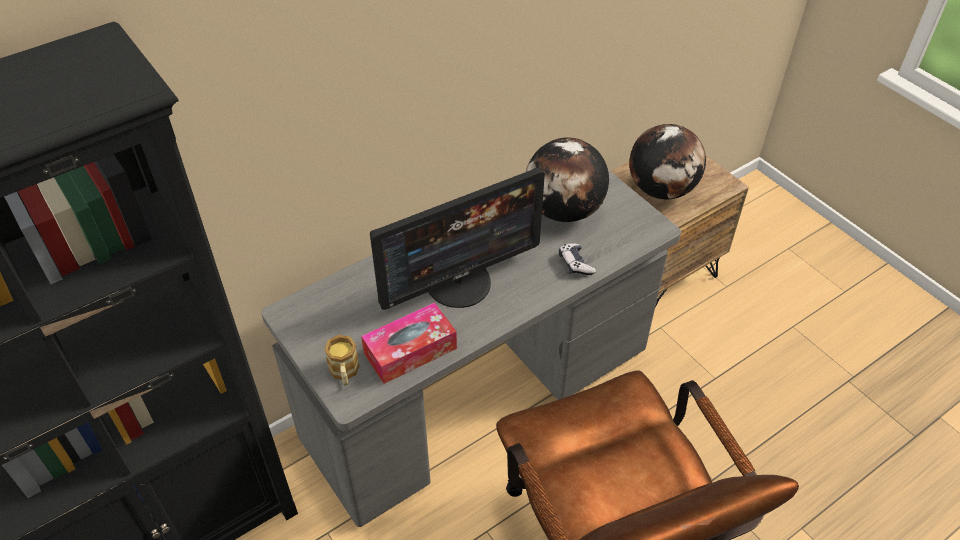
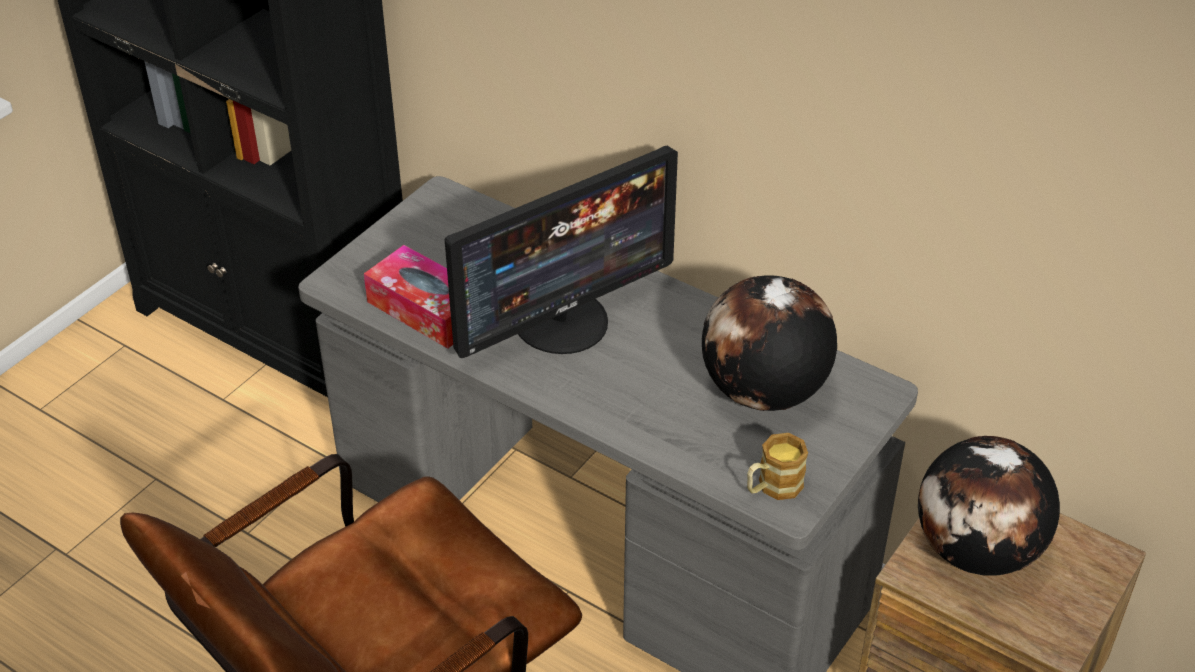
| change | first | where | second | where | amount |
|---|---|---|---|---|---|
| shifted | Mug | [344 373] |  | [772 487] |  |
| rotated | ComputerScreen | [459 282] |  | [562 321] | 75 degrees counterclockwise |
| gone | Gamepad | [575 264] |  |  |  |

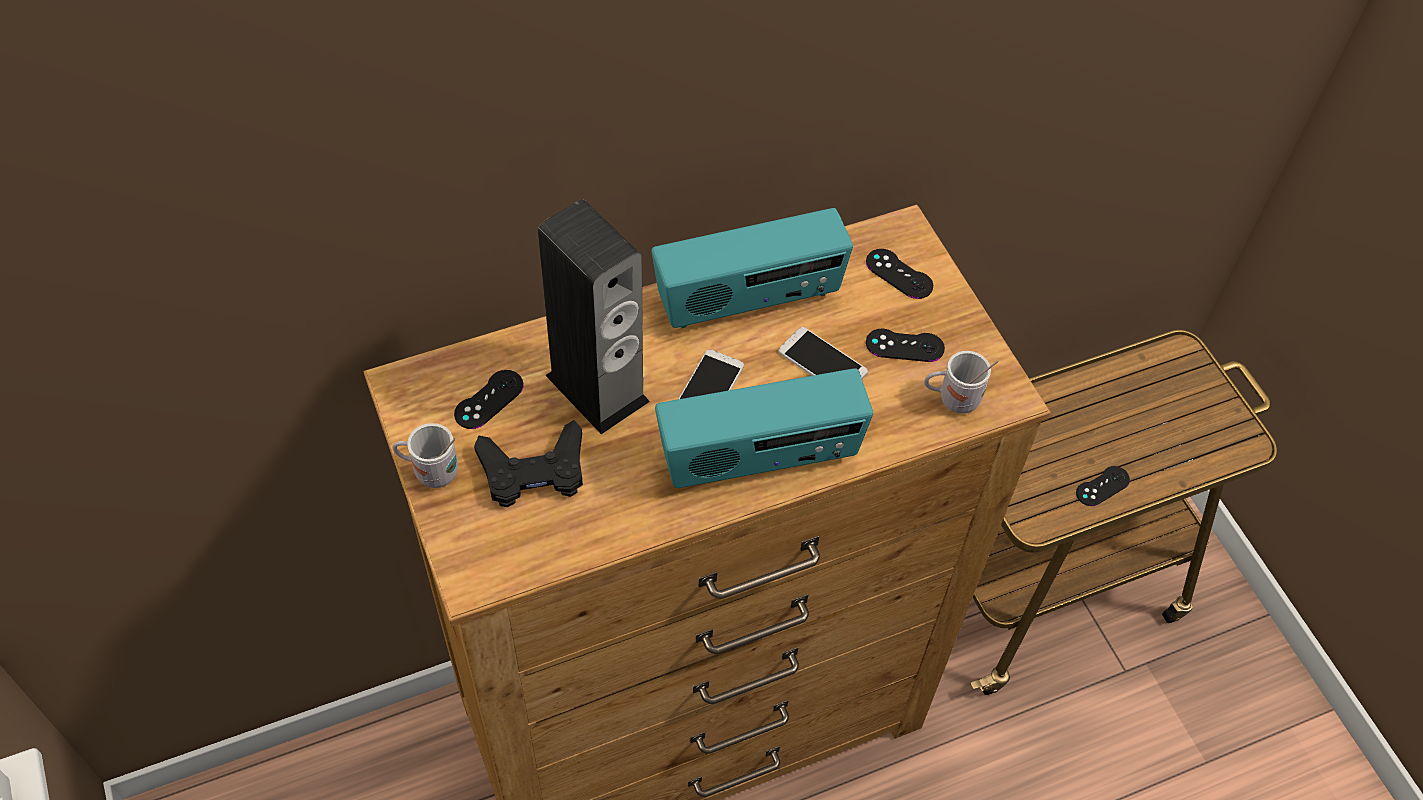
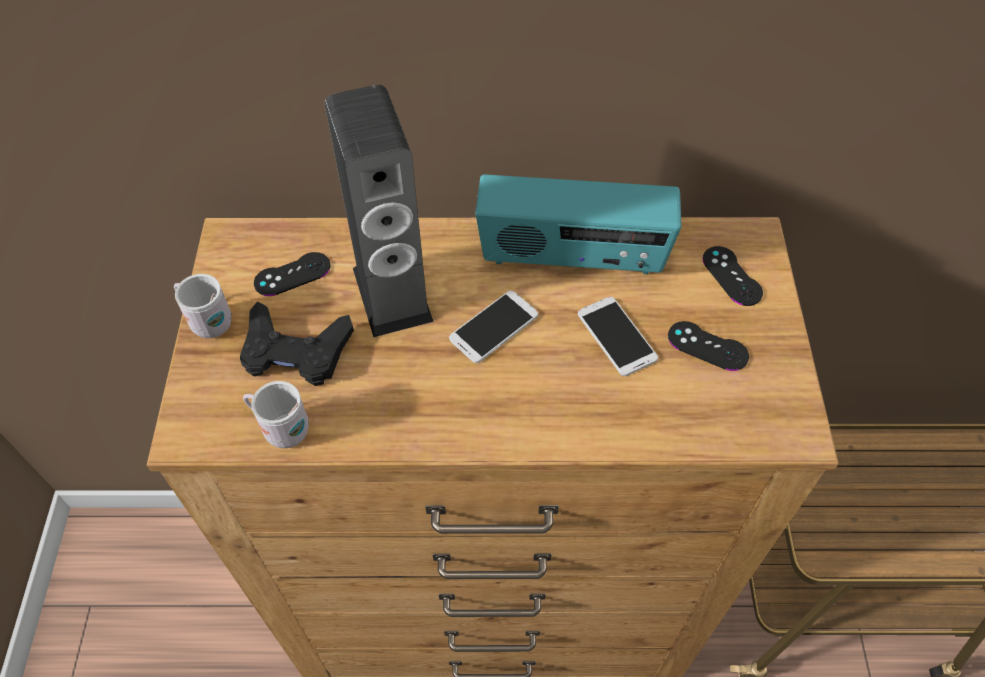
| change | first | where | second | where | amount |
|---|---|---|---|---|---|
| gone | RadioSet | [759 459] |  |  |  |
| shifted | WhitishMug | [952 399] |  | [281 428] |  |
| gone | BlackishGamepad | [1102 486] |  |  |  |

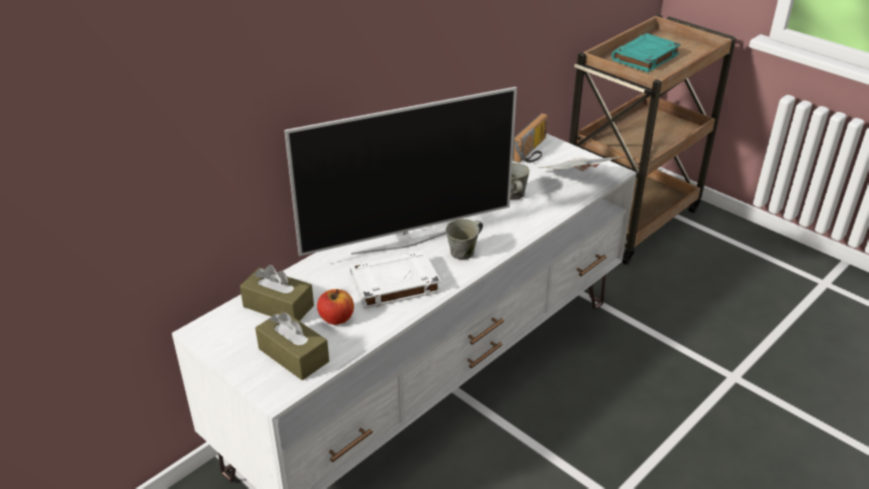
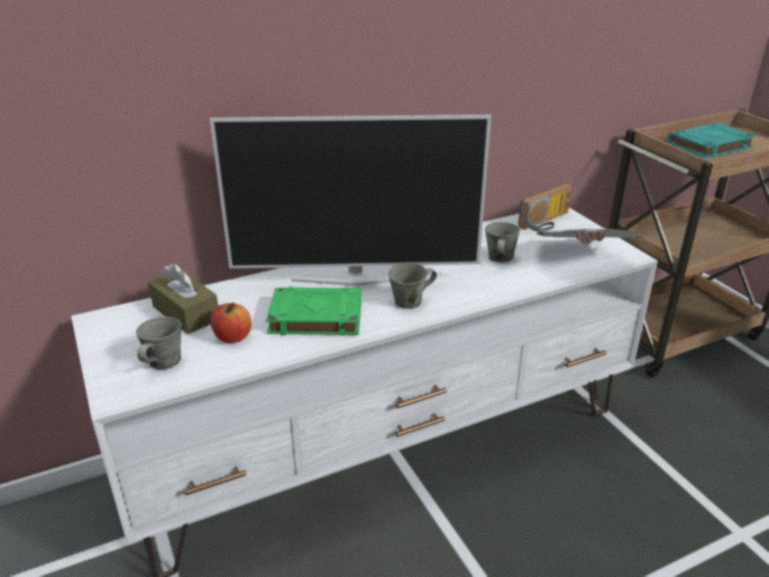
| change | first | where | second | where | amount |
|---|---|---|---|---|---|
| swapped | BrownColouredTissueHolder | [293 355] | GreyishMug | [163 362] |  |
| repainted | WhitishBoundBook | [394 284] | GreenishBoundBook | [314 317] |  |

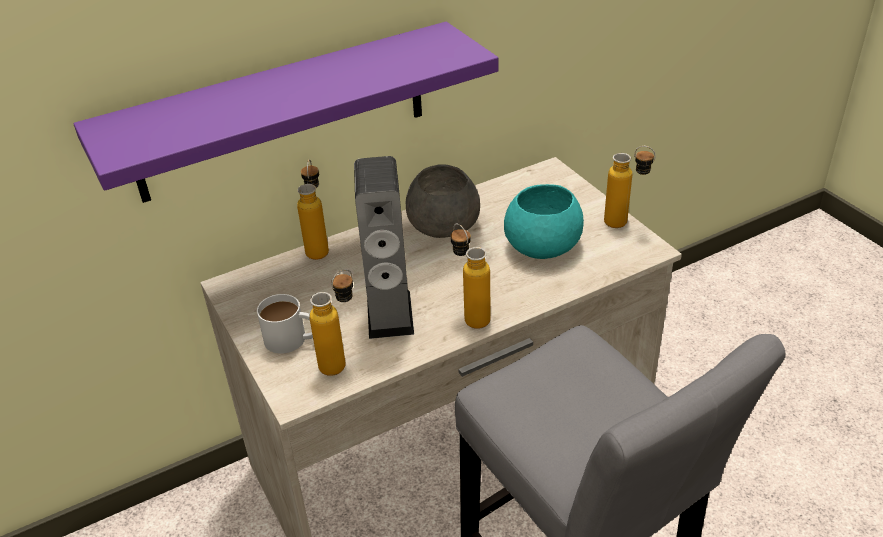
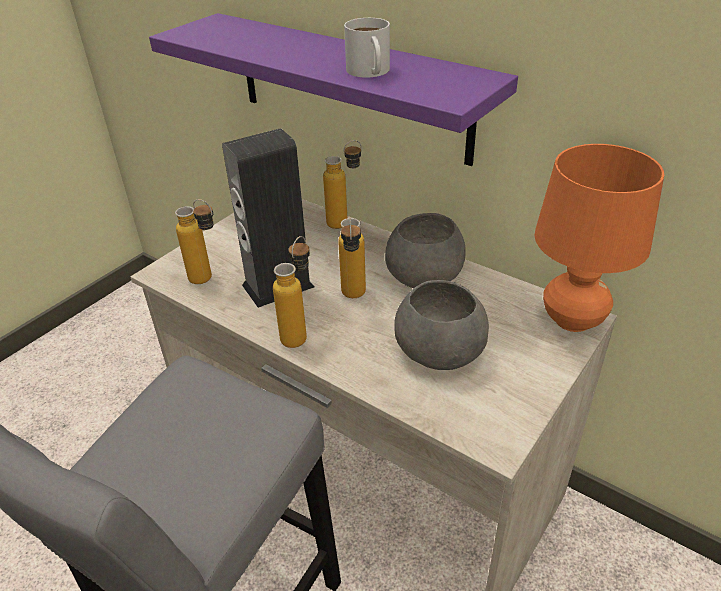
| change | first | where | second | where | amount |
|---|---|---|---|---|---|
| shifted | WhitishMug | [293 339] |  | [370 72] |  |
| repainted | BlueGreenDeepDish | [544 245] | GreyishDeepDish | [441 351] |  |
| shifted | BeverageBottle | [625 224] |  | [353 298] |  |
| new |  |  | OrangeTableLamp | [572 320] |  |

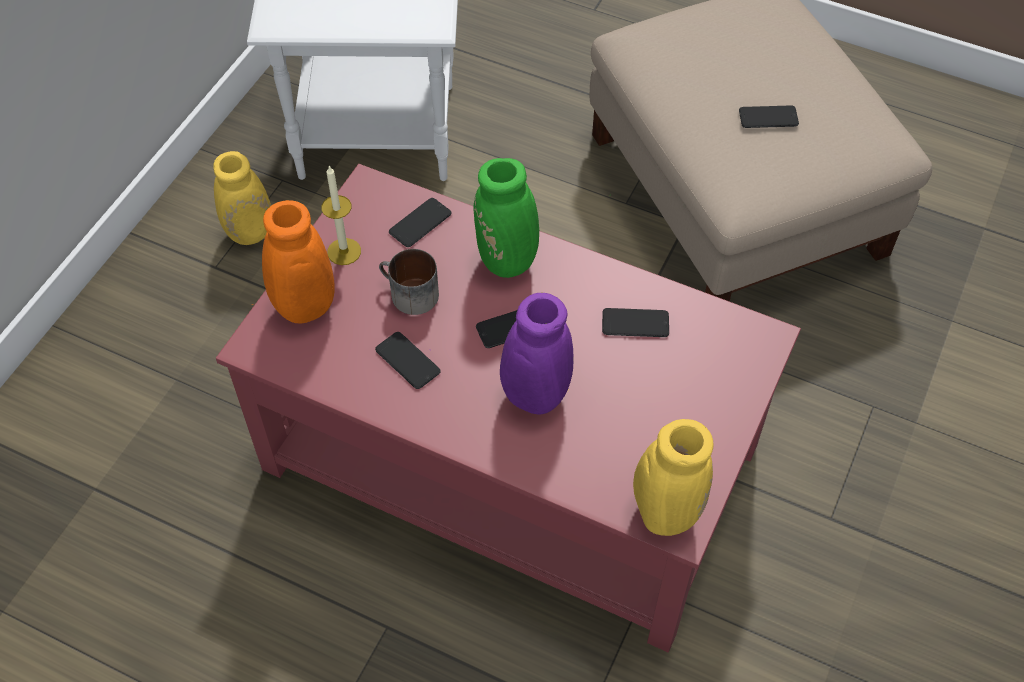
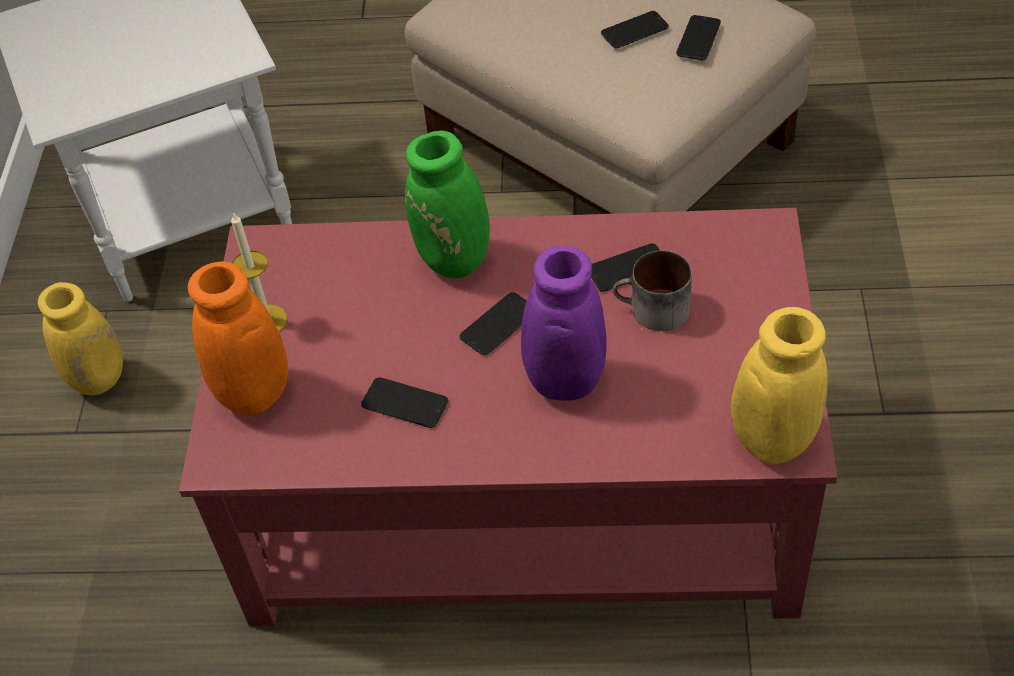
| change | first | where | second | where | amount |
|---|---|---|---|---|---|
| shifted | Mug | [408 295] |  | [652 311] |  |
| shifted | Phone | [420 223] |  | [698 39] |  |

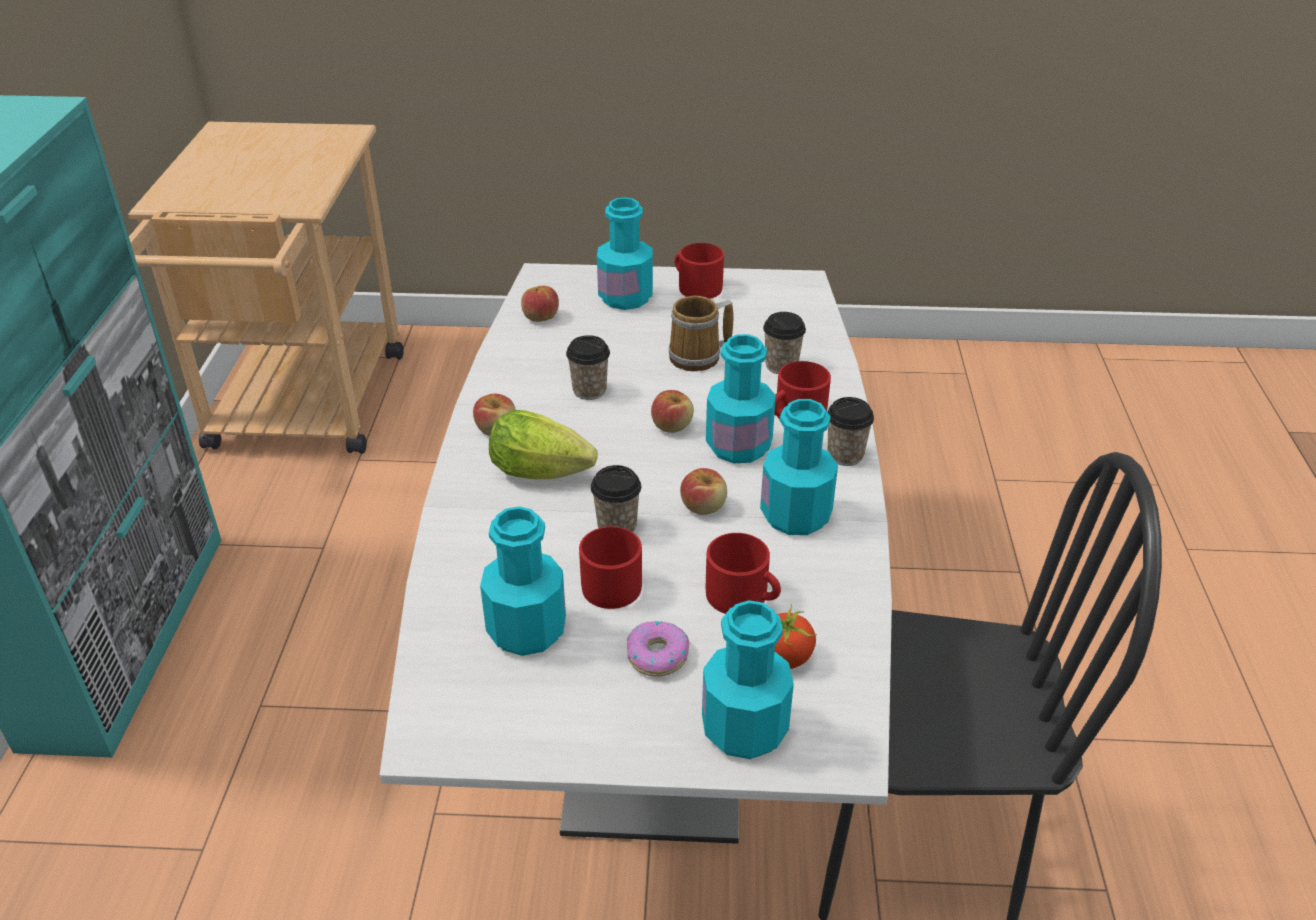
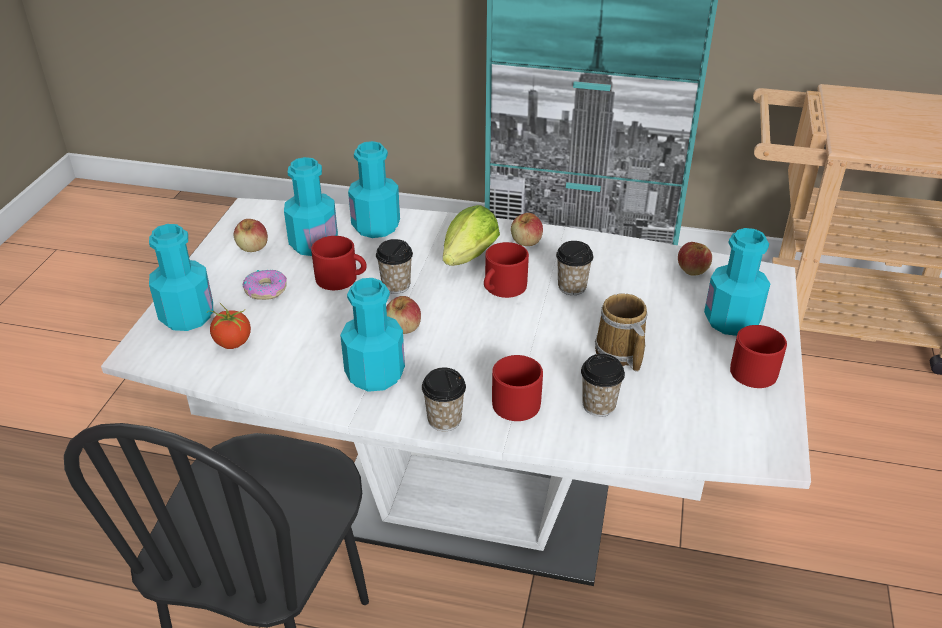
| change | first | where | second | where | amount |
|---|---|---|---|---|---|
| shifted | AppleFruit | [672 425] |  | [253 247] |  |
| shifted | BlueGreenBeverageBottle | [738 446] |  | [376 226] |  |
| shifted | RedMug | [743 597] |  | [502 287] |  |

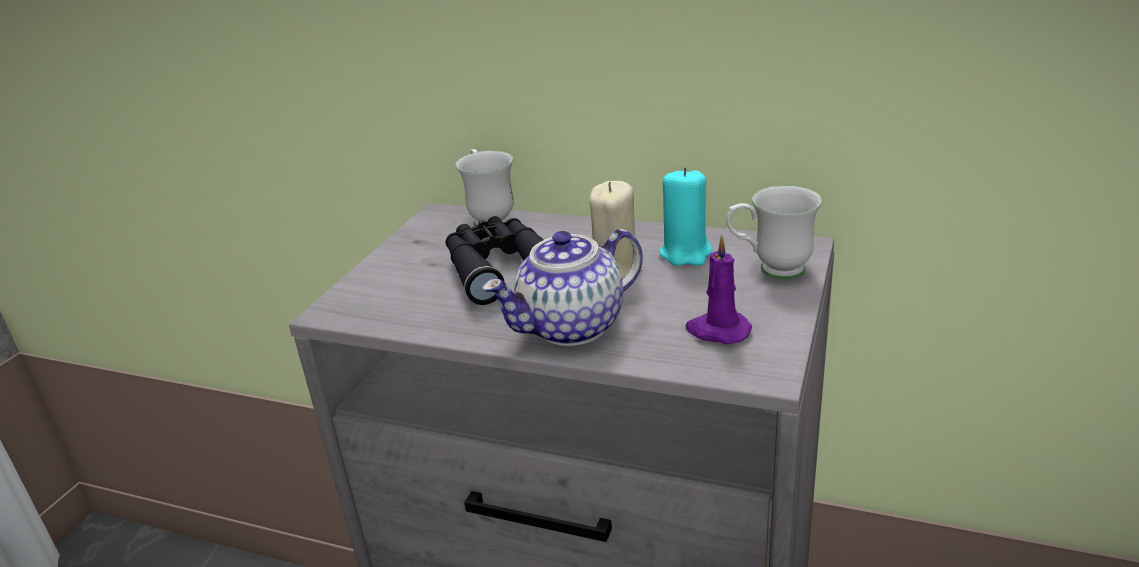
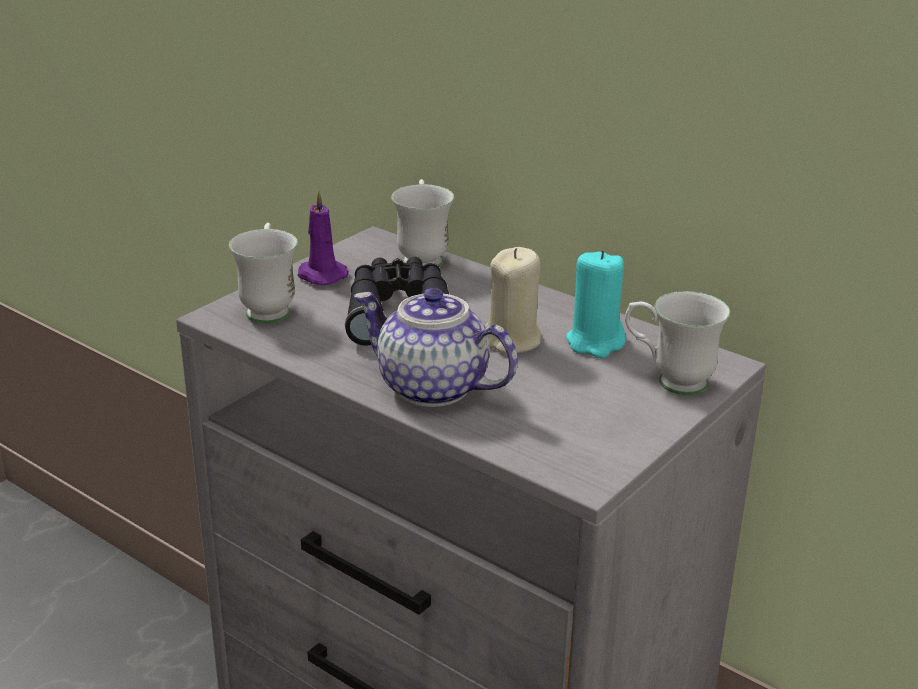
| change | first | where | second | where | amount |
|---|---|---|---|---|---|
| rotated | PotForTea | [571 327] |  | [431 387] | 45 degrees clockwise |
| shifted | PurpleColouredWaxLight | [717 331] |  | [320 275] |  |
| new |  |  | WhitishMug | [269 307] |  |

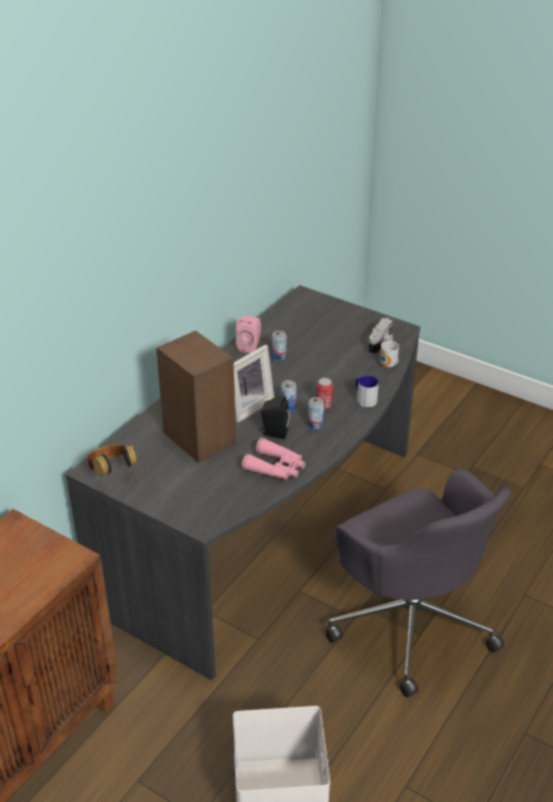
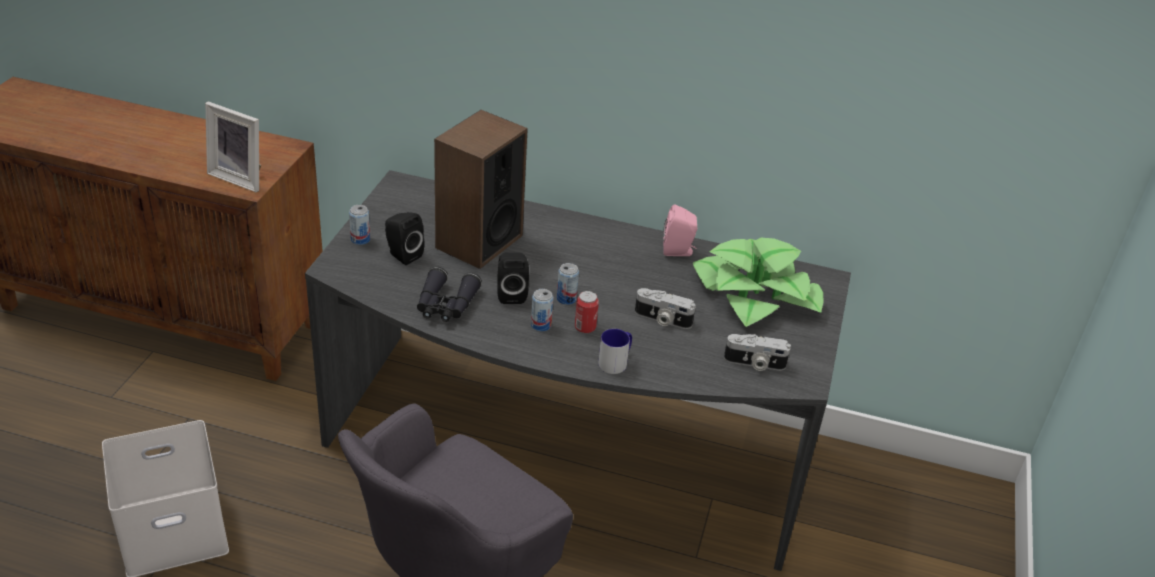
| change | first | where | second | where | amount |
|---|---|---|---|---|---|
| gone | Headset | [112 472] |  |  |  |
| shifted | PhotoFrame | [248 406] |  | [240 177] |  |
| repainted | PinkishBinoculars | [276 467] | BlackishBinoculars | [446 305] |  |
| shifted | MetalCan | [279 357] |  | [360 239] |  |
| gone | Mug | [388 366] |  |  |  |
| new |  |  | BlackishSpeaker | [402 255] |  |
| new |  |  | PhotoCamera | [662 320] |  |
| new |  |  | PlantInAPot | [755 295] |  |

